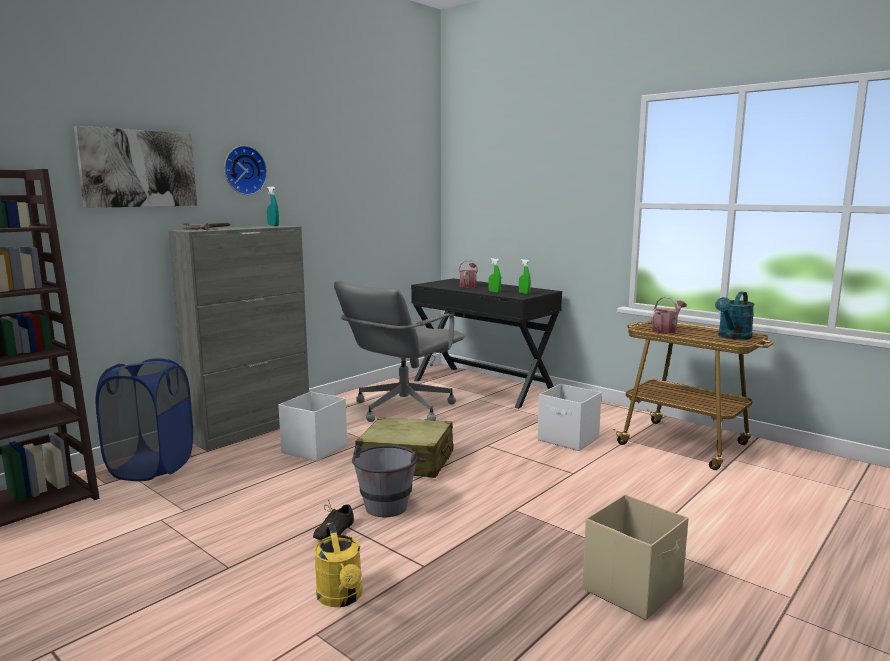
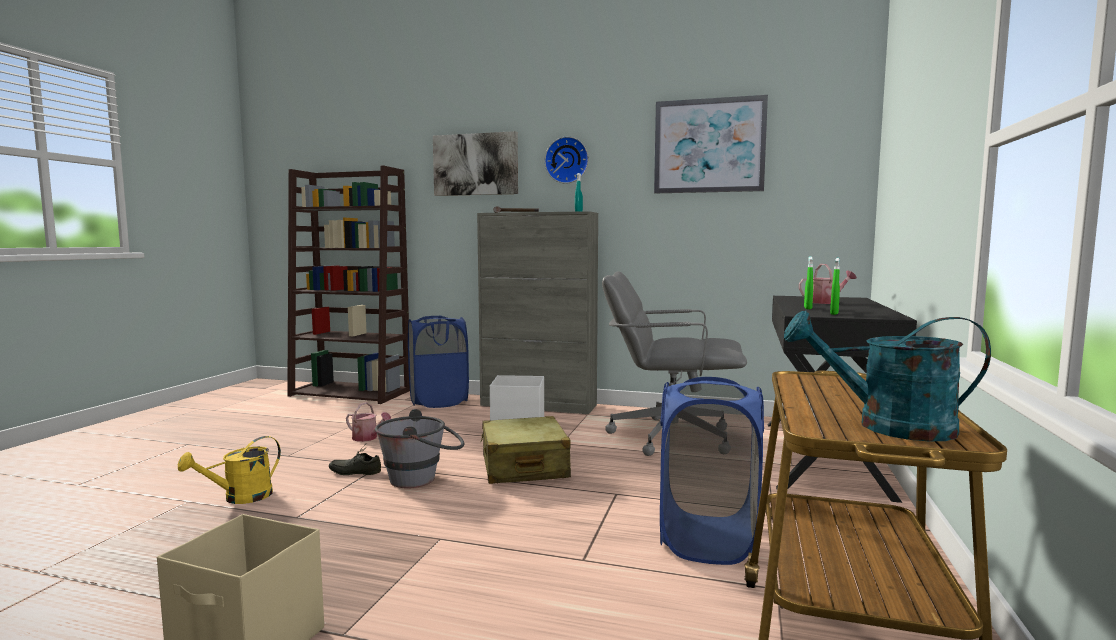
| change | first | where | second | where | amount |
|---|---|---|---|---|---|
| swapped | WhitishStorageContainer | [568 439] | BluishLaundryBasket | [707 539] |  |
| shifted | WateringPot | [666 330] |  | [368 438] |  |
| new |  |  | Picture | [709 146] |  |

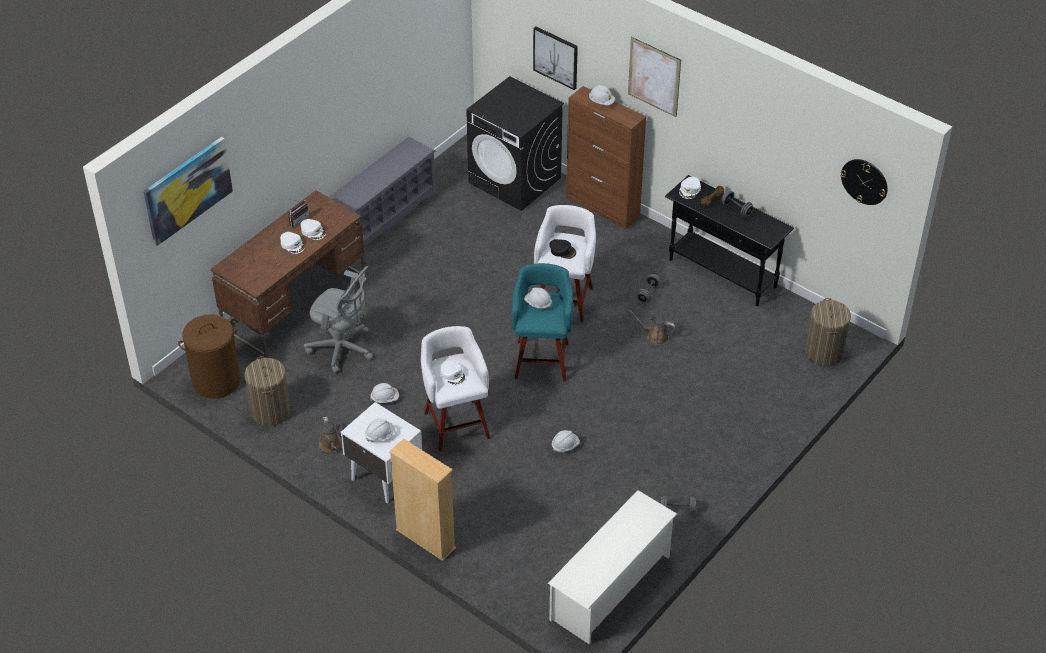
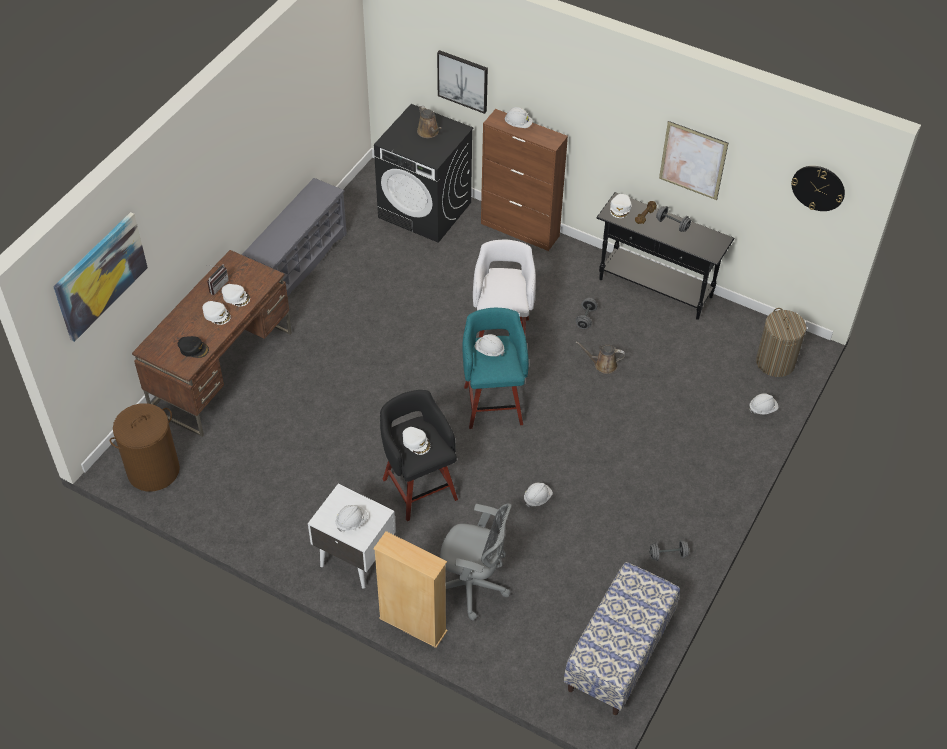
| change | first | where | second | where | amount |
|---|---|---|---|---|---|
| gone | LaundryBasket | [270 411] |  |  |  |
| shifted | GreyishComputerChair | [343 349] |  | [472 586] |  |
| shifted | BrownColouredWateringPot | [331 445] |  | [429 132] |  |
| shifted | WhitishHardHat | [385 398] |  | [762 409] |  |
| repainted | WhitishSittingStool | [456 423] | BlackishSittingStool | [419 487] |  |
| swapped | WhitishShoeStand | [611 587] | LongSeat | [619 654] |  |
| shifted | BlackishPeakedCap | [562 251] |  | [193 349] |  |
| shifted | Picture | [654 77] |  | [693 160] |  |

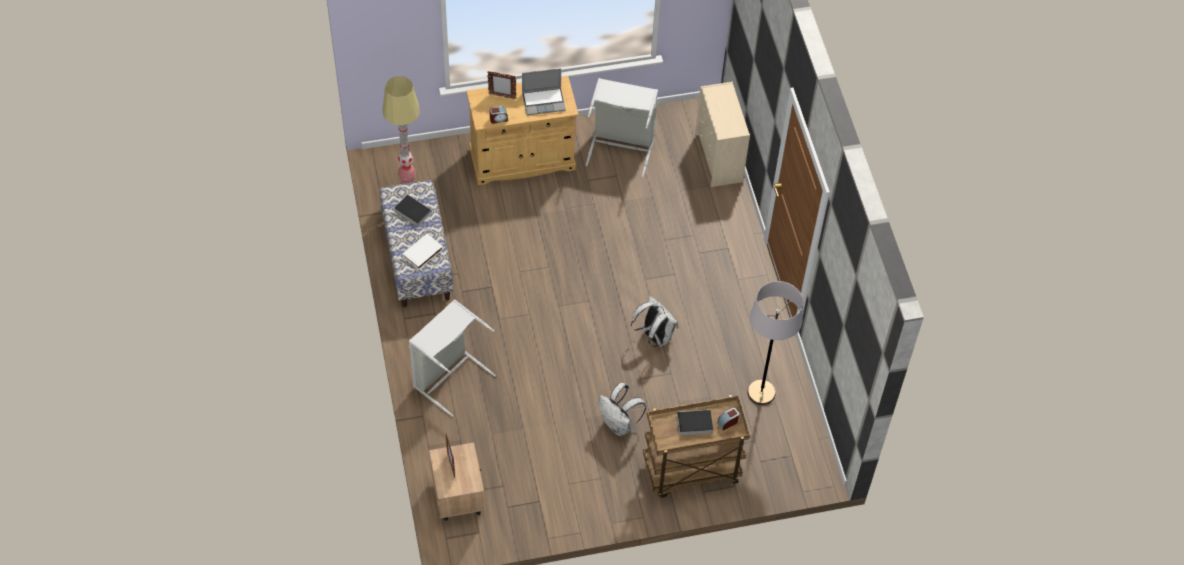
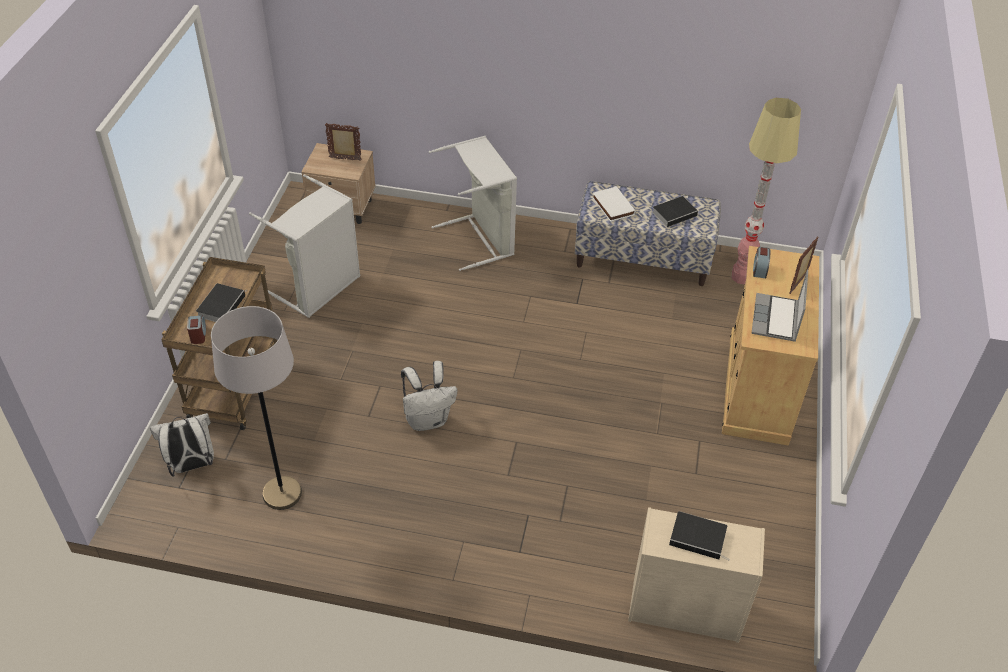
| change | first | where | second | where | amount |
|---|---|---|---|---|---|
| shifted | GreyishLaundryBasket | [621 147] |  | [319 288] |  |
| shifted | WhitishBackpack | [619 424] |  | [192 465] |  |
| new |  |  | BoundBook | [699 537] |  |

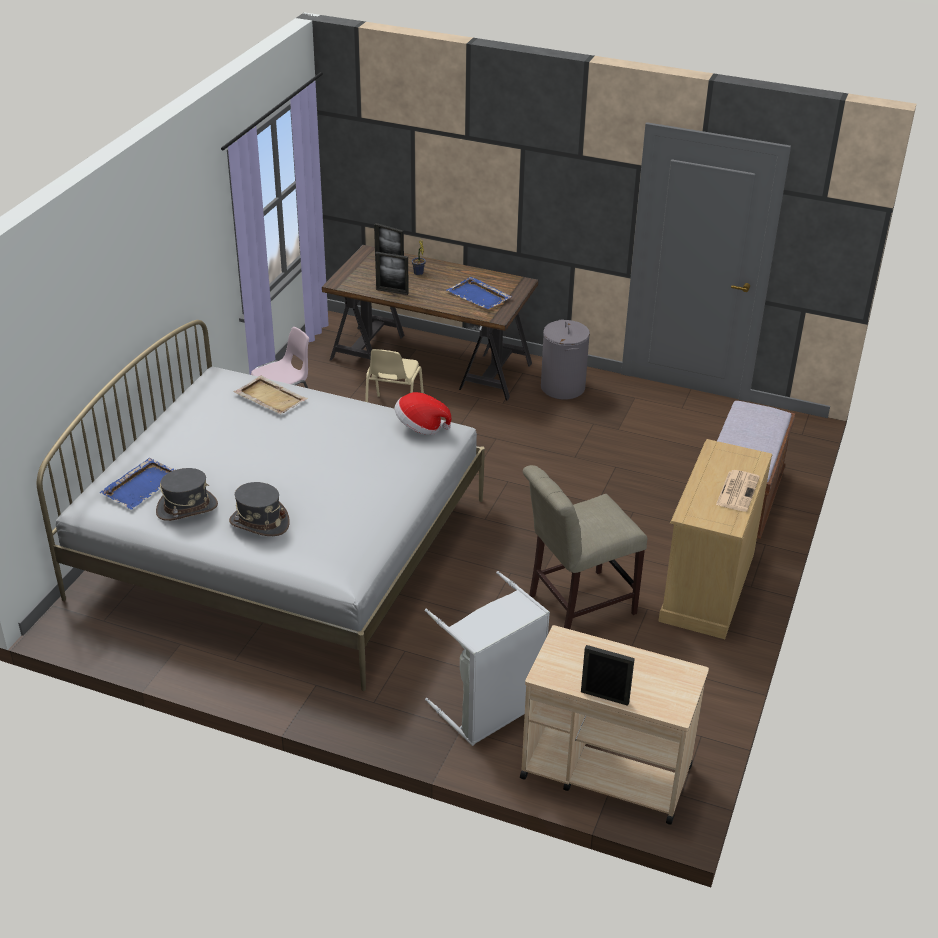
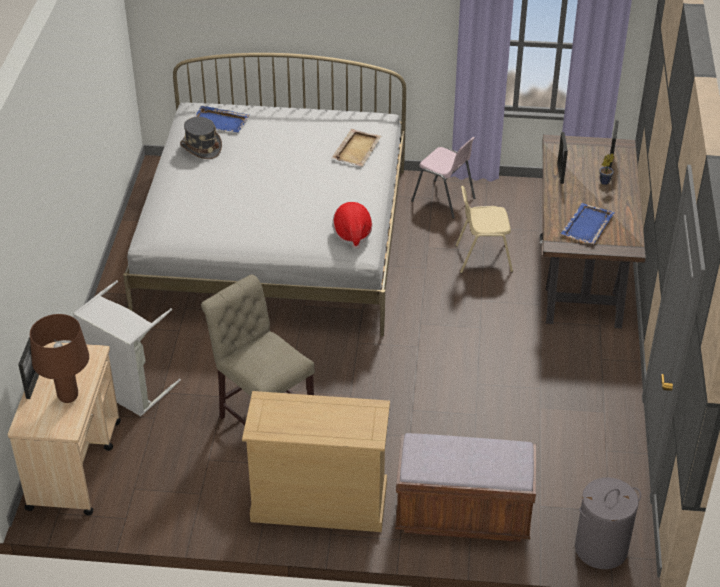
| change | first | where | second | where | amount |
|---|---|---|---|---|---|
| gone | GreyishClothingHat | [259 523] |  |  |  |
| shifted | GreyishLaundryBasket | [563 387] |  | [600 548] |  |
| gone | Newspaper | [737 491] |  |  |  |
| new |  |  | BrownColouredTableLamp | [68 397] |  |

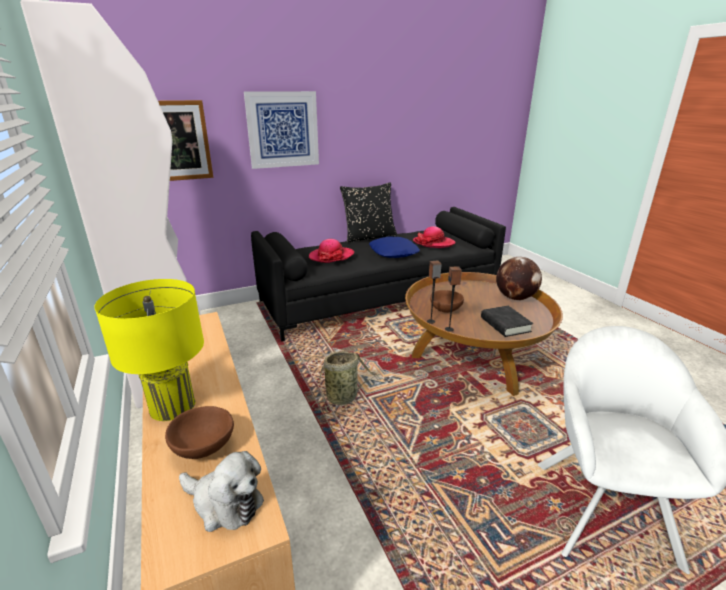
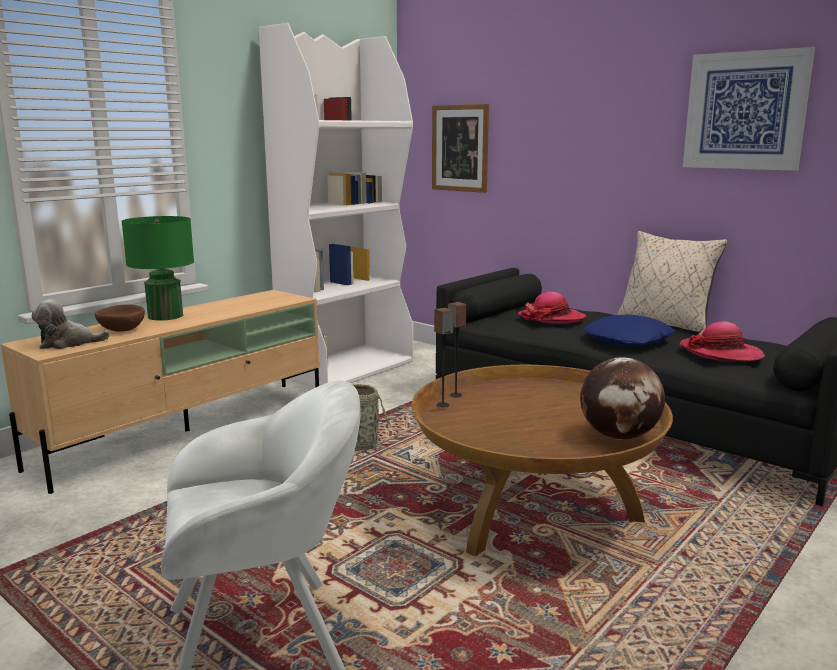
| change | first | where | second | where | amount |
|---|---|---|---|---|---|
| repainted | YellowTableLamp | [172 406] | GreenishTableLamp | [165 316] |  |
| rotated | PlushToy | [224 503] |  | [68 343] | 75 degrees clockwise |
| shifted | Picture | [283 130] |  | [745 111] |  |
| repainted | BlackishCushion | [369 237] | SandColouredCushion | [665 323] |  |
| gone | BrownColouredDeepDish | [445 309] |  |  |  |
| gone | BlackishBoundBook | [505 325] |  |  |  |

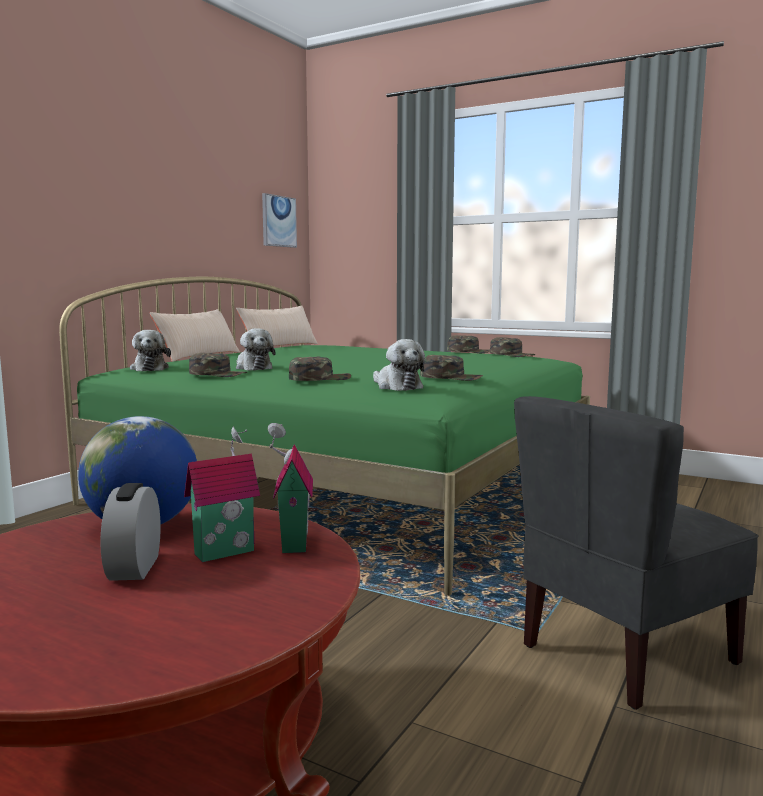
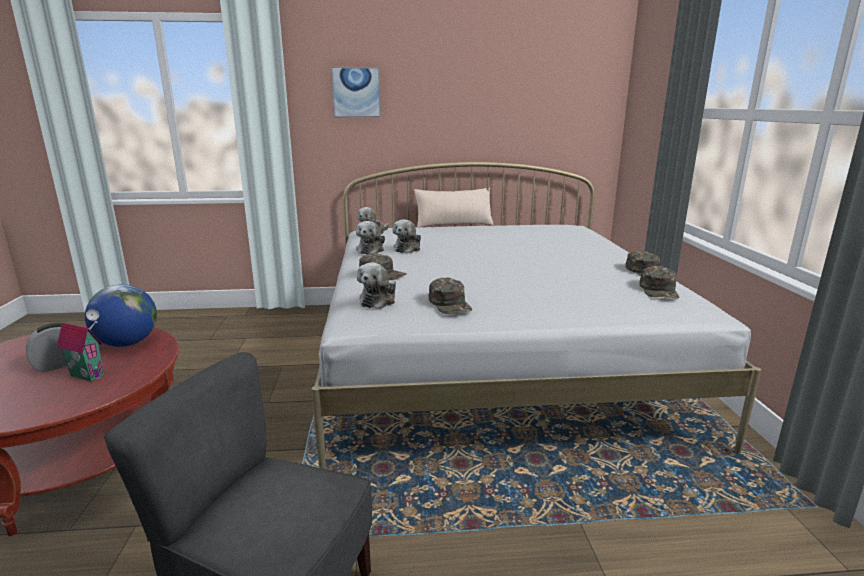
| change | first | where | second | where | amount |
|---|---|---|---|---|---|
| repainted | GreenishBedroomBed | [350 486] | WhitishBedroomBed | [493 360] |  |
| swapped | GreenishPeakedCap | [218 374] | PlushToy | [371 250] |  |
| gone | SandColouredCushion | [279 346] |  |  |  |
| shifted | Picture | [278 221] |  | [356 92] |  |
| gone | ModelHouse | [291 542] |  |  |  |

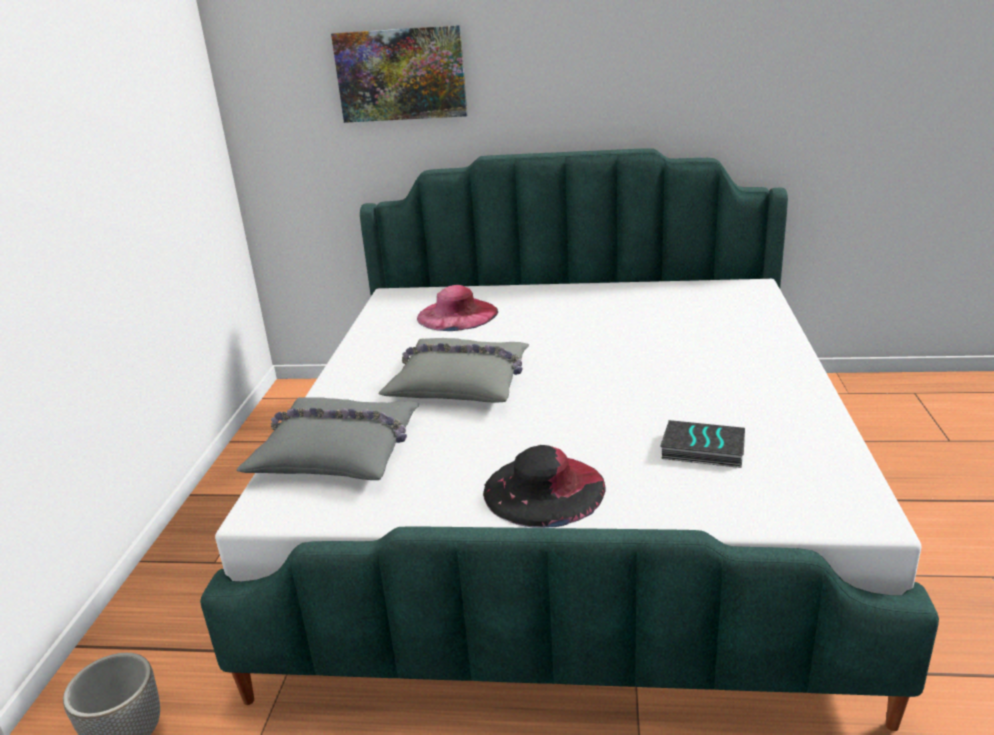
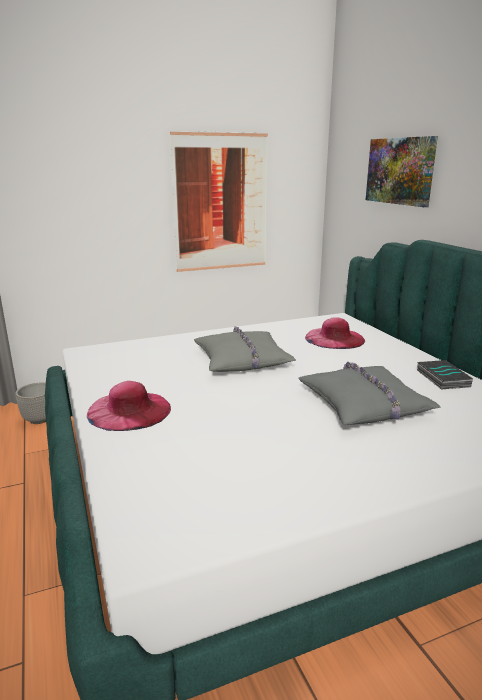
| change | first | where | second | where | amount |
|---|---|---|---|---|---|
| shifted | GreyishCushion | [338 451] |  | [364 405] |  |
| repainted | BlackishClothingHat | [544 489] | PinkishClothingHat | [129 410] |  |
| shifted | BoundBook | [702 450] |  | [441 378] |  |
| new |  |  | Picture | [221 202] |  |

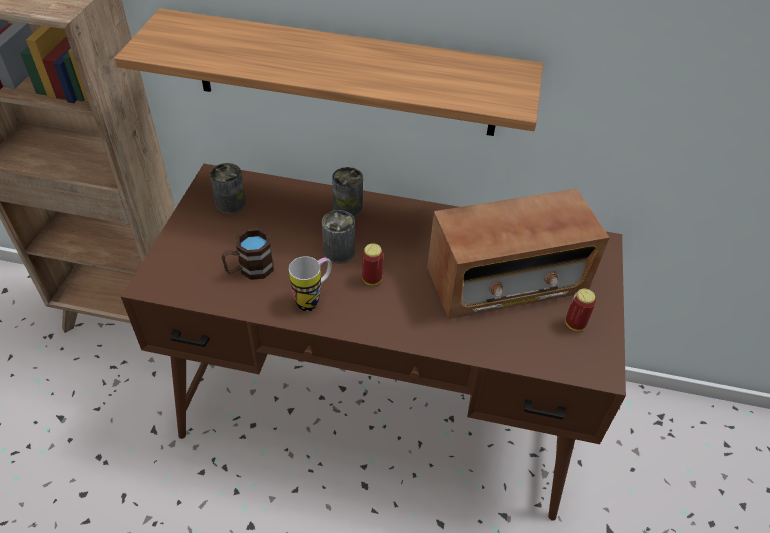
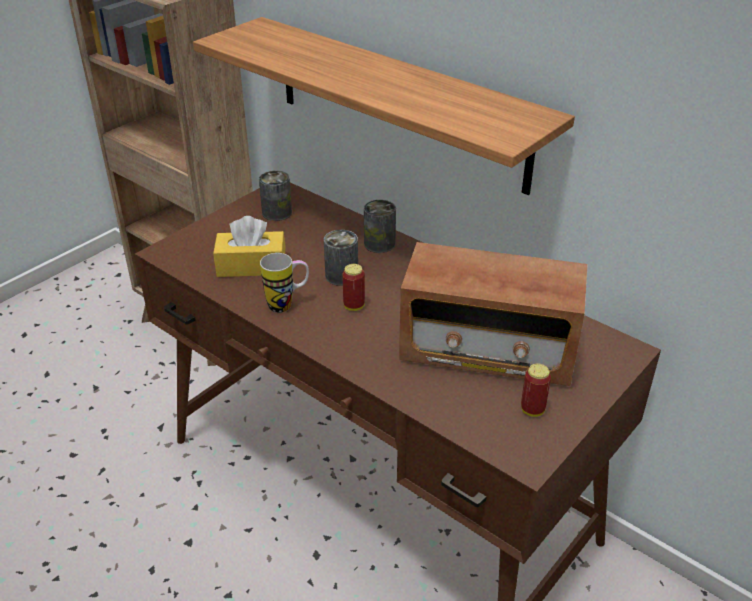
| change | first | where | second | where | amount |
|---|---|---|---|---|---|
| swapped | BrownColouredMug | [249 270] | YellowTissueHolder | [251 266] |  |

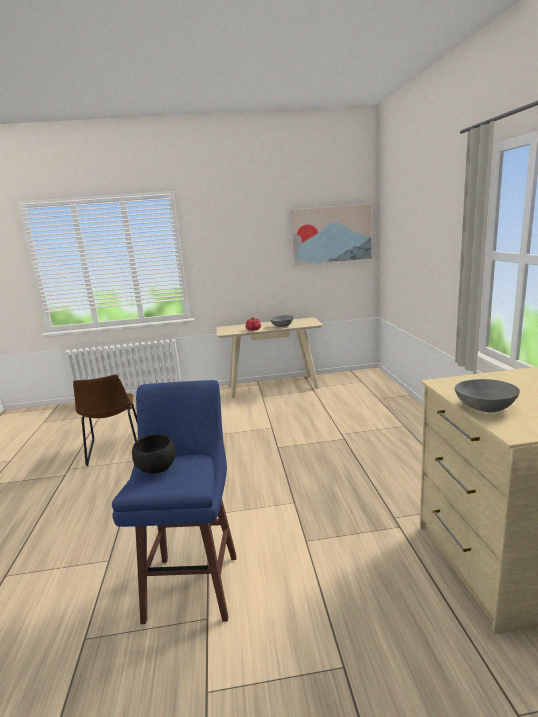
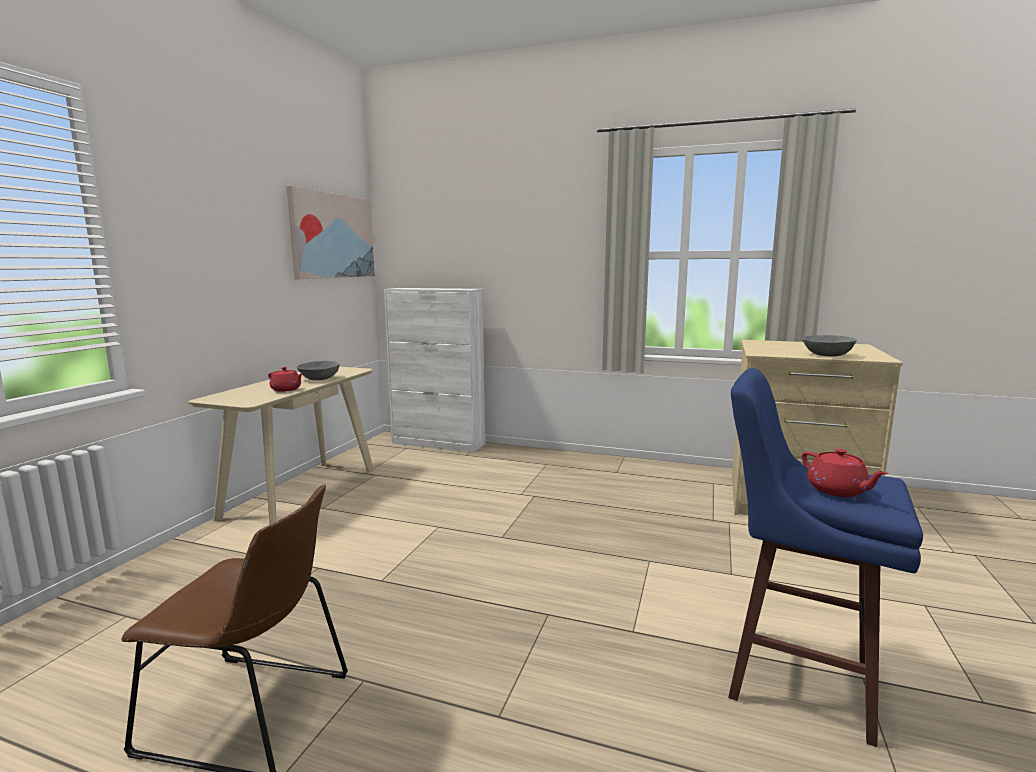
| change | first | where | second | where | amount |
|---|---|---|---|---|---|
| swapped | BlackishDeepDish | [158 469] | RedPotForTea | [837 491] |  |
| new |  |  | WhitishCupboard | [438 443] |  |

